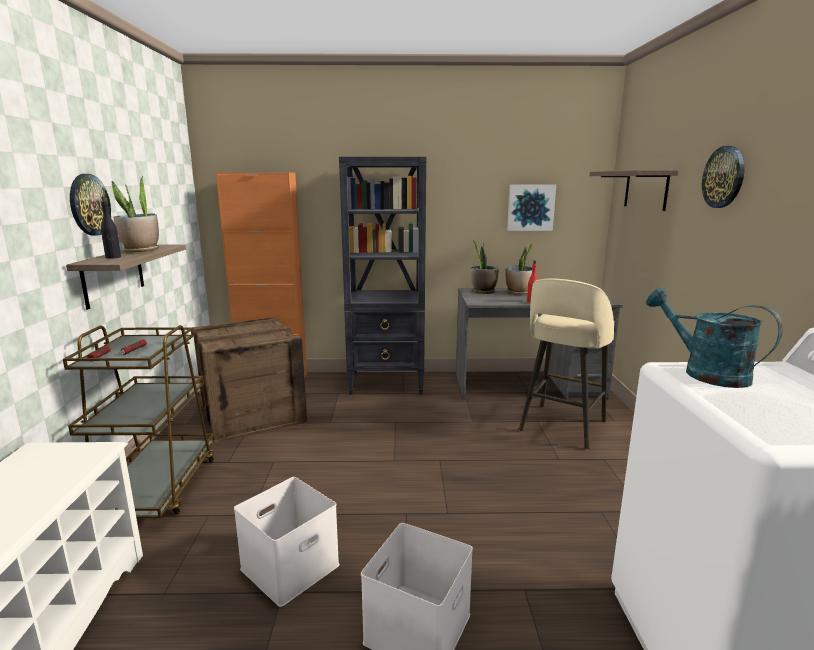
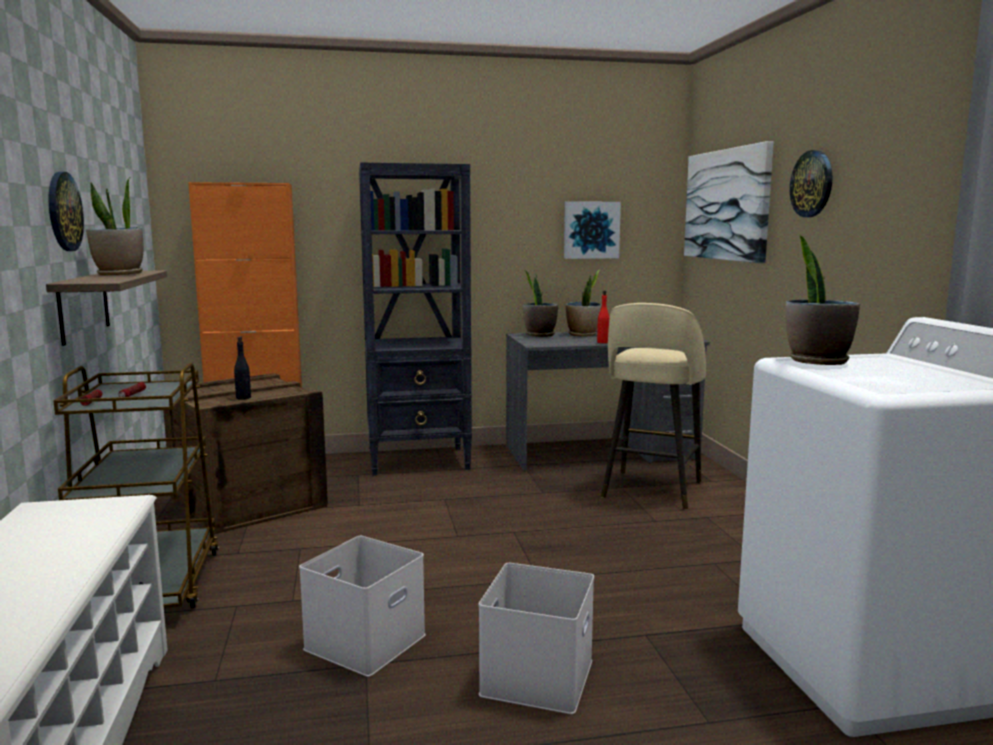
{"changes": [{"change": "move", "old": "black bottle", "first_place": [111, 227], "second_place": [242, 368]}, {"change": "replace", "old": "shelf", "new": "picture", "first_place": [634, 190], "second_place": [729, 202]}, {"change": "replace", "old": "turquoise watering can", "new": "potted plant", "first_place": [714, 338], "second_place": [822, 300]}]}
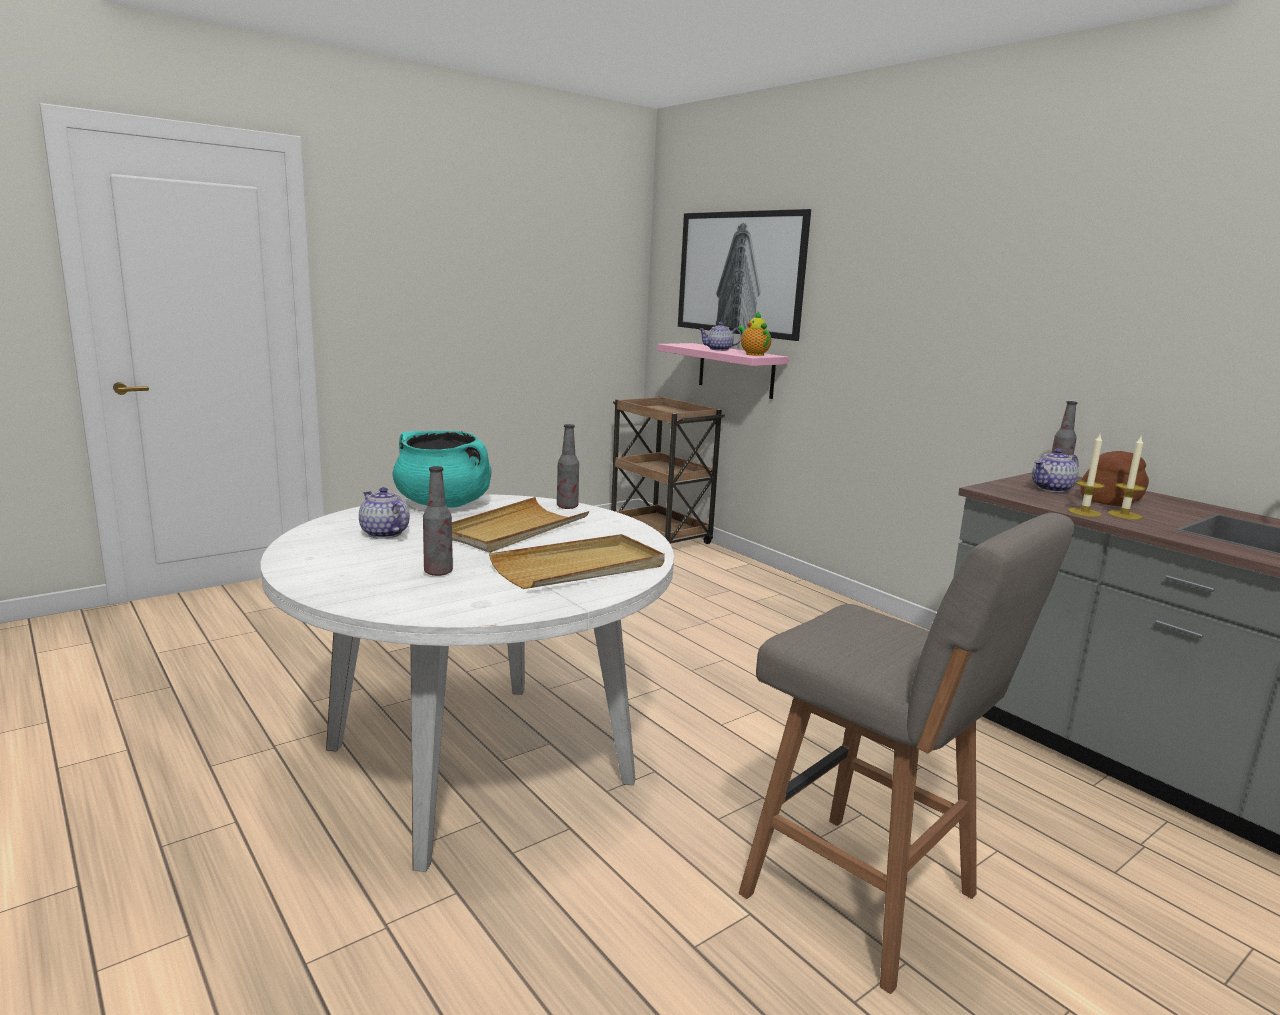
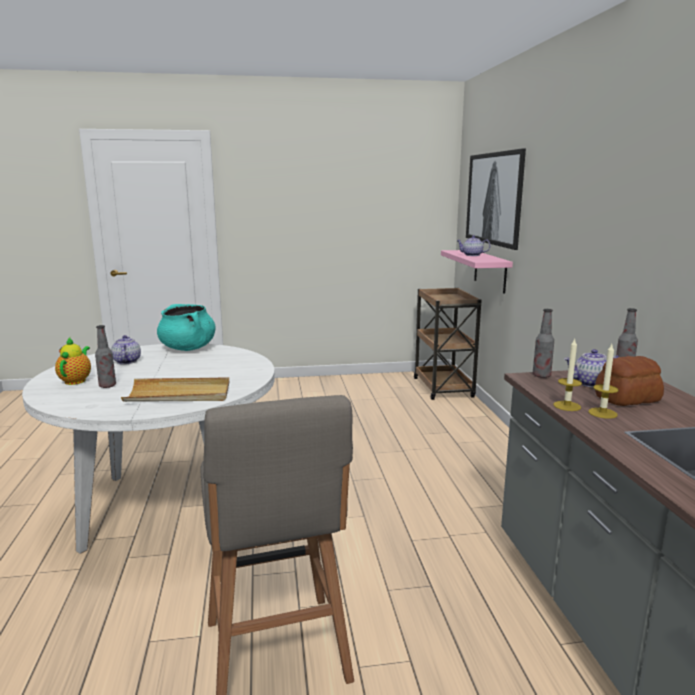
{"changes": [{"change": "move", "old": "teapot", "first_place": [754, 334], "second_place": [73, 361]}, {"change": "move", "old": "bottle", "first_place": [568, 466], "second_place": [543, 343]}, {"change": "delete", "old": "beige tray", "first_place": [520, 525]}]}
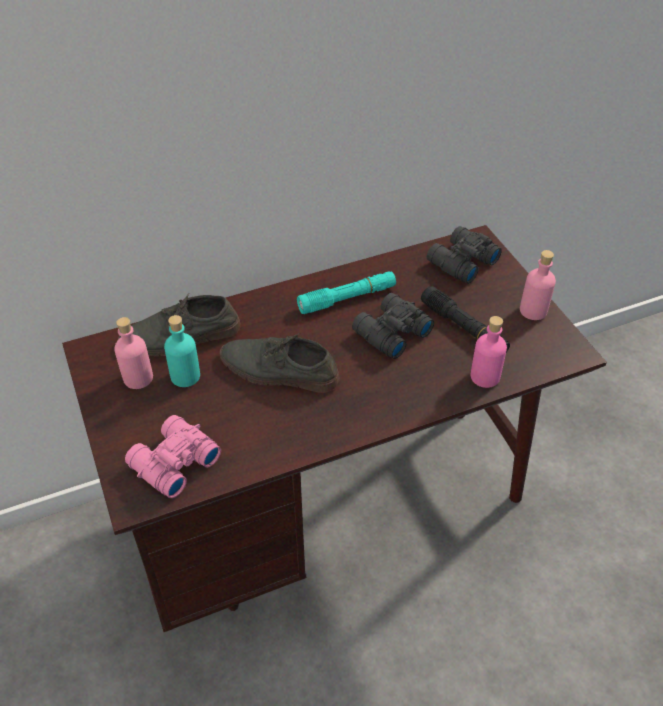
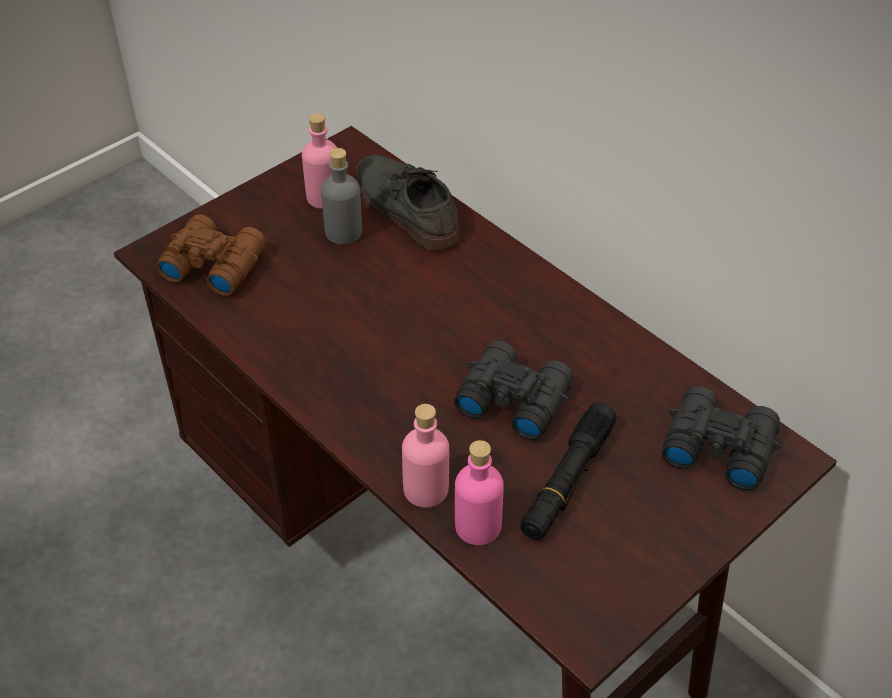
{"changes": [{"change": "recolor", "old": "pink binoculars", "new": "brown binoculars", "first_place": [173, 456], "second_place": [211, 255]}, {"change": "recolor", "old": "turquoise bottle", "new": "grey bottle", "first_place": [182, 351], "second_place": [341, 196]}, {"change": "move", "old": "pink bottle", "first_place": [538, 285], "second_place": [425, 456]}, {"change": "delete", "old": "grey shoe", "first_place": [280, 363]}, {"change": "delete", "old": "turquoise flashlight", "first_place": [346, 292]}]}
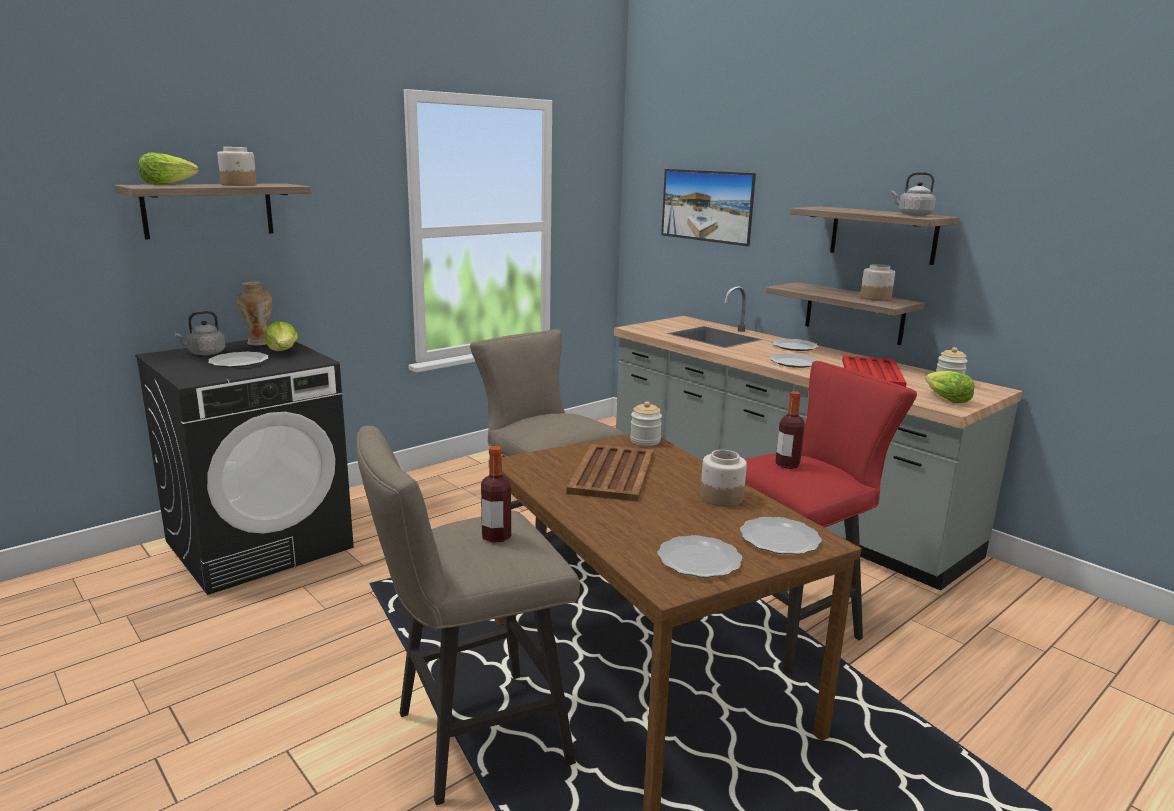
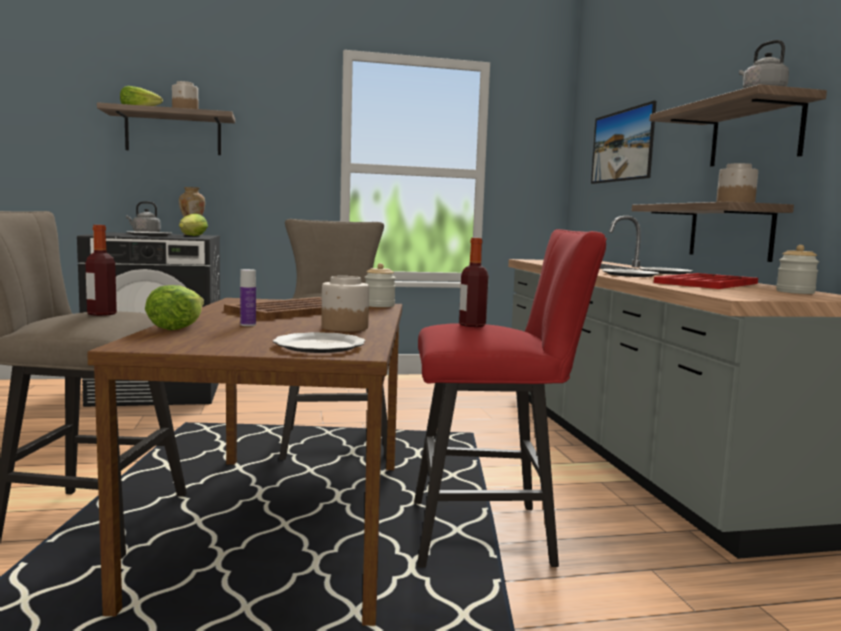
{"changes": [{"change": "move", "old": "lettuce", "first_place": [950, 387], "second_place": [174, 307]}, {"change": "insert", "new": "bottle", "second_place": [248, 297]}, {"change": "delete", "old": "plate", "first_place": [700, 556]}]}
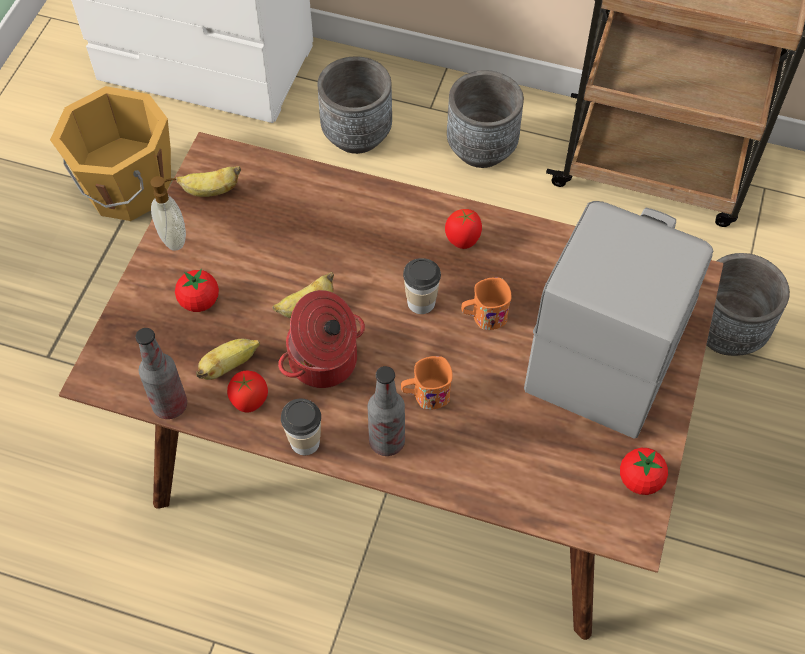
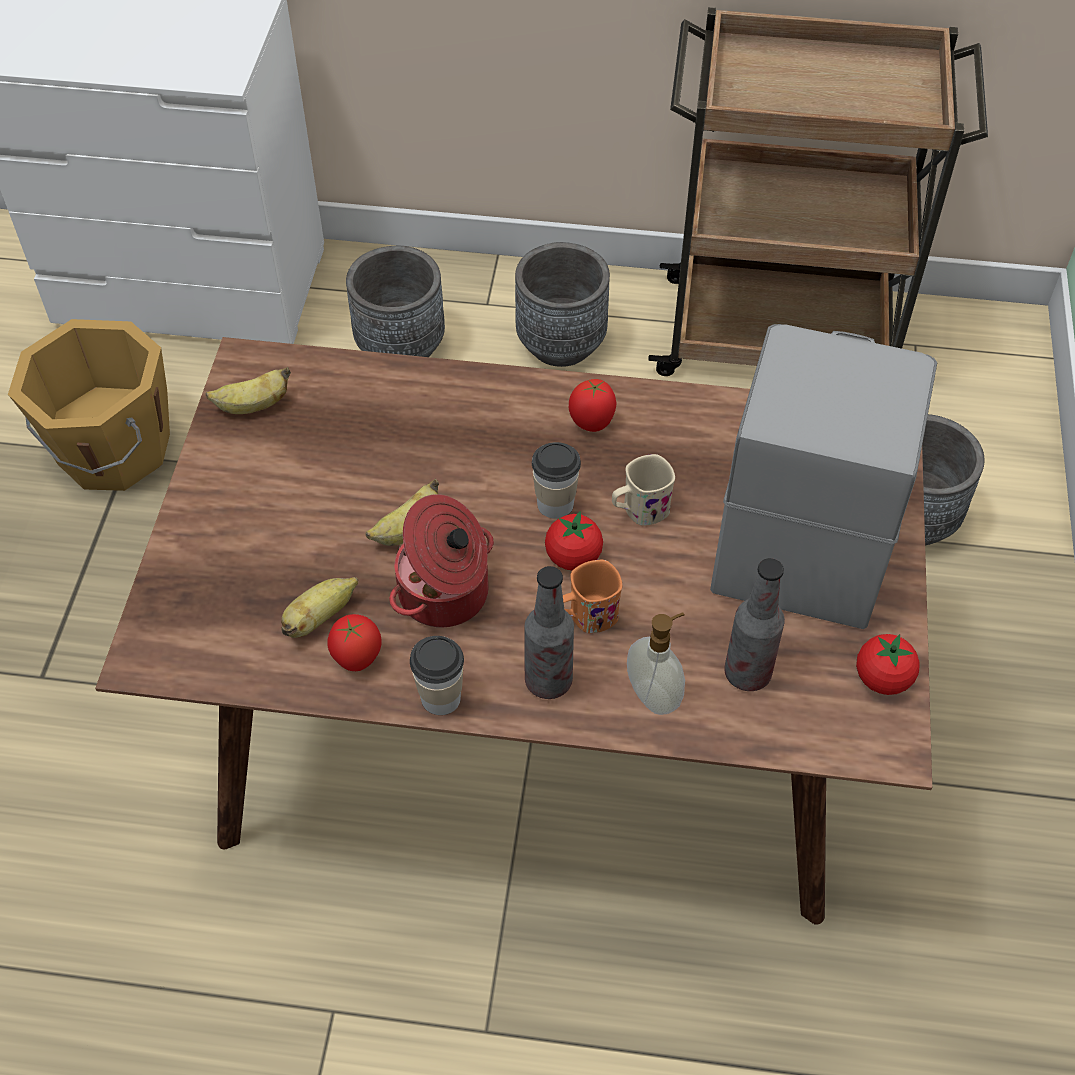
{"changes": [{"change": "move", "old": "tomato", "first_place": [197, 290], "second_place": [574, 540]}, {"change": "recolor", "old": "orange mug", "new": "beige mug", "first_place": [486, 303], "second_place": [643, 490]}, {"change": "move", "old": "soap dispenser", "first_place": [168, 213], "second_place": [656, 664]}, {"change": "move", "old": "bottle", "first_place": [161, 373], "second_place": [754, 624]}]}
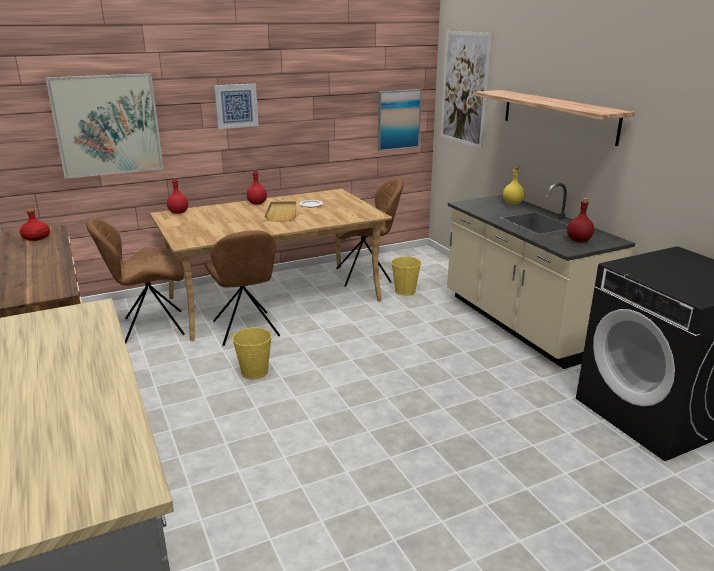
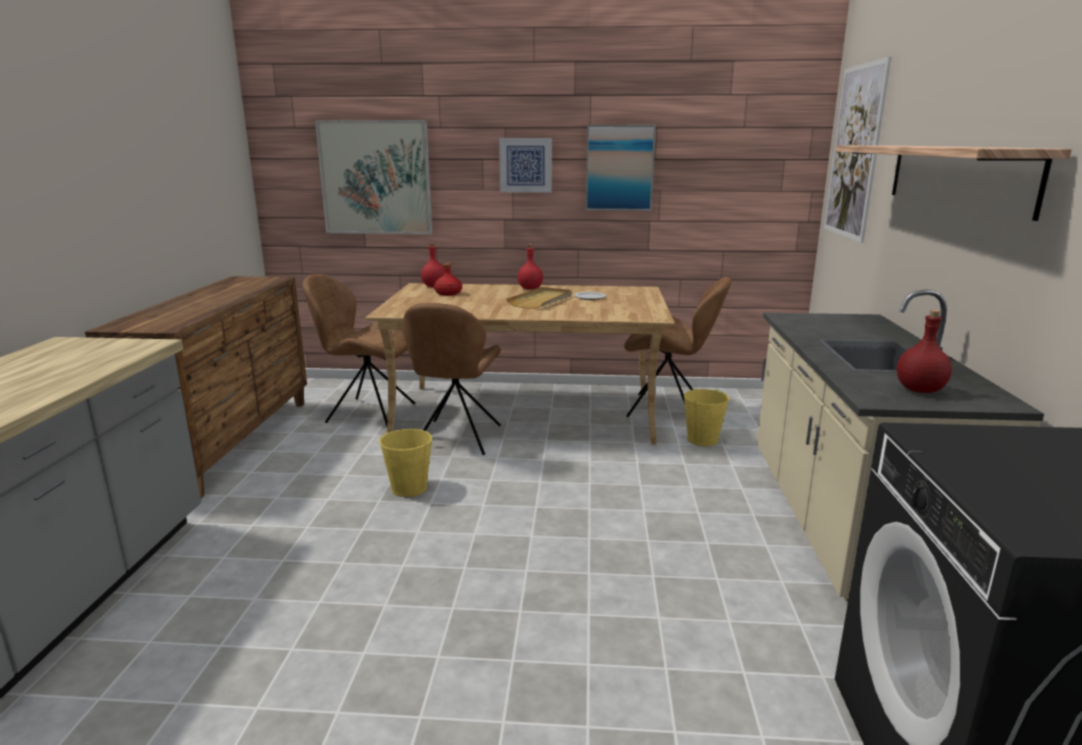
{"changes": [{"change": "move", "old": "red bottle", "first_place": [35, 225], "second_place": [448, 279]}, {"change": "move", "old": "picture", "first_place": [400, 120], "second_place": [620, 168]}, {"change": "delete", "old": "yellow bottle", "first_place": [514, 186]}]}
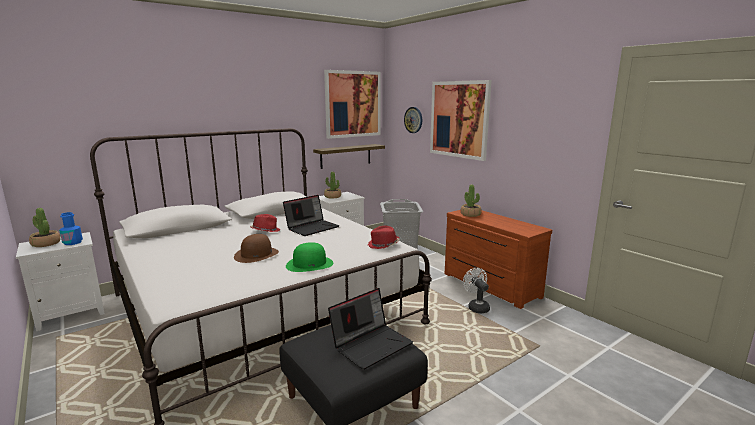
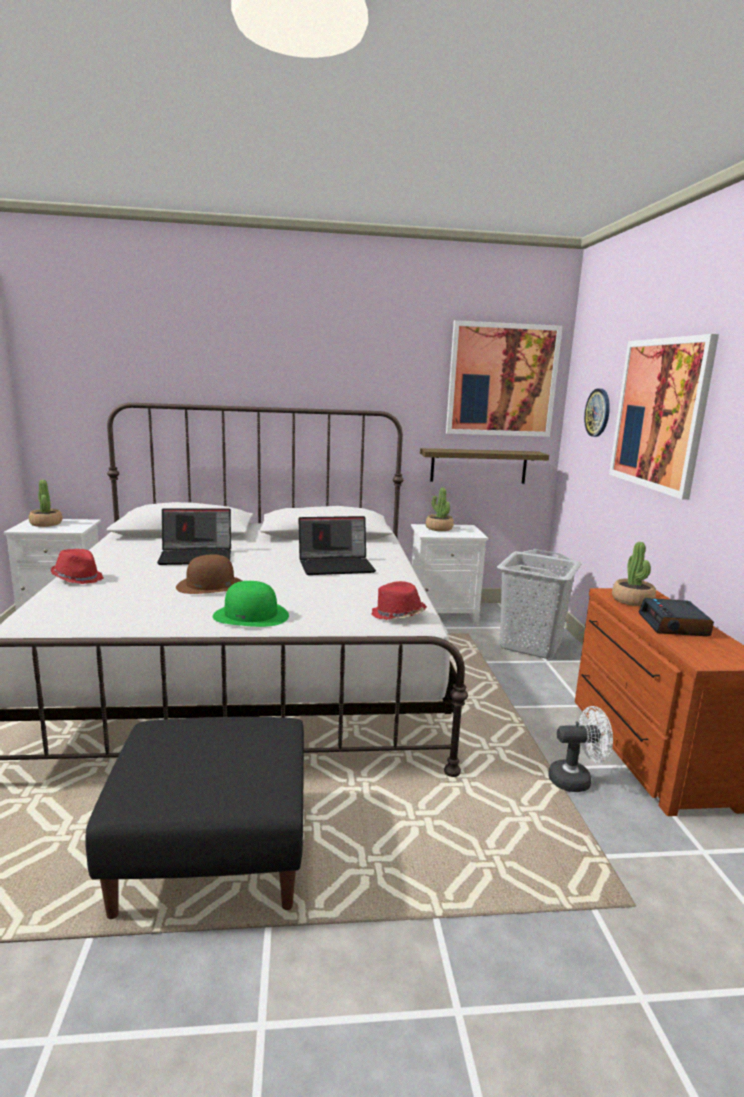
{"changes": [{"change": "move", "old": "red hat", "first_place": [265, 223], "second_place": [77, 566]}, {"change": "move", "old": "laptop", "first_place": [370, 329], "second_place": [194, 536]}, {"change": "rotate", "old": "white fan", "first_place": [476, 291], "second_place": [580, 749], "degrees": 75}, {"change": "insert", "new": "alarm clock", "second_place": [676, 617]}, {"change": "delete", "old": "blue bottle", "first_place": [71, 228]}]}
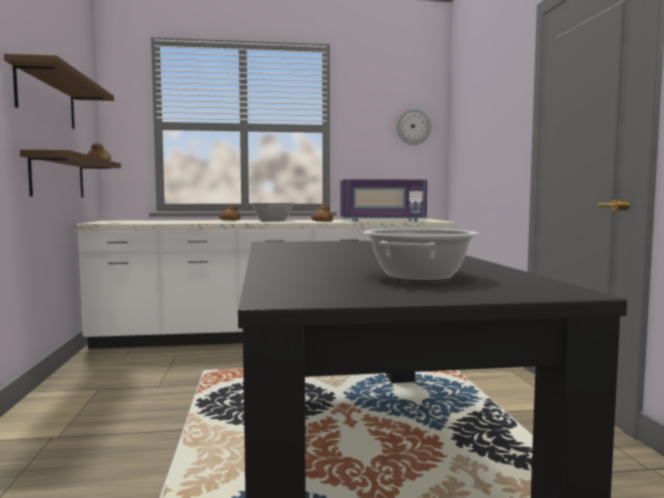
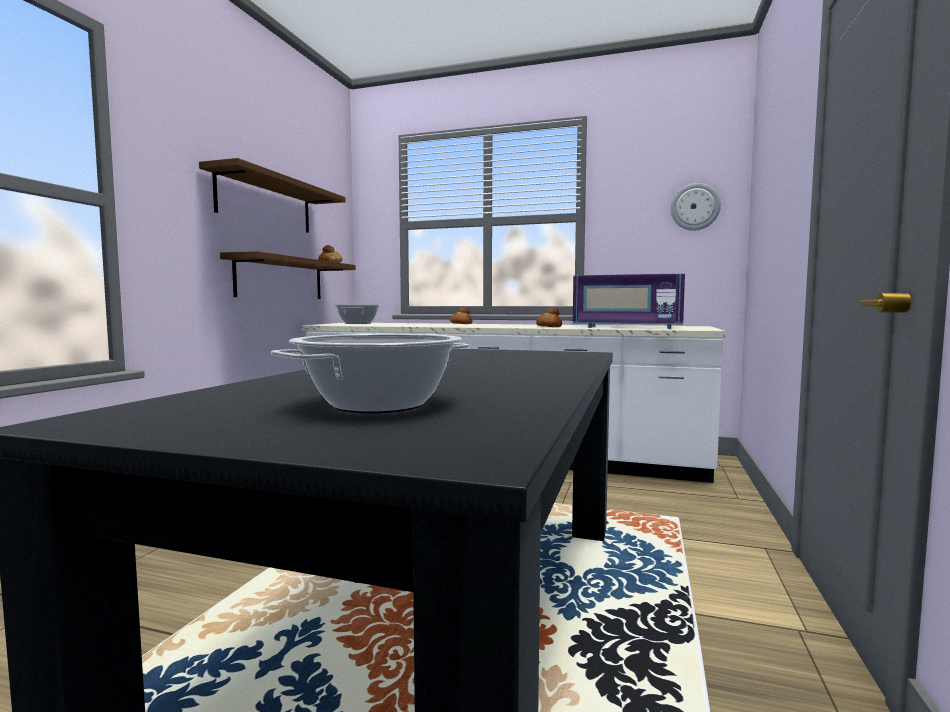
{"changes": [{"change": "move", "old": "cooking pot", "first_place": [272, 212], "second_place": [357, 314]}]}
